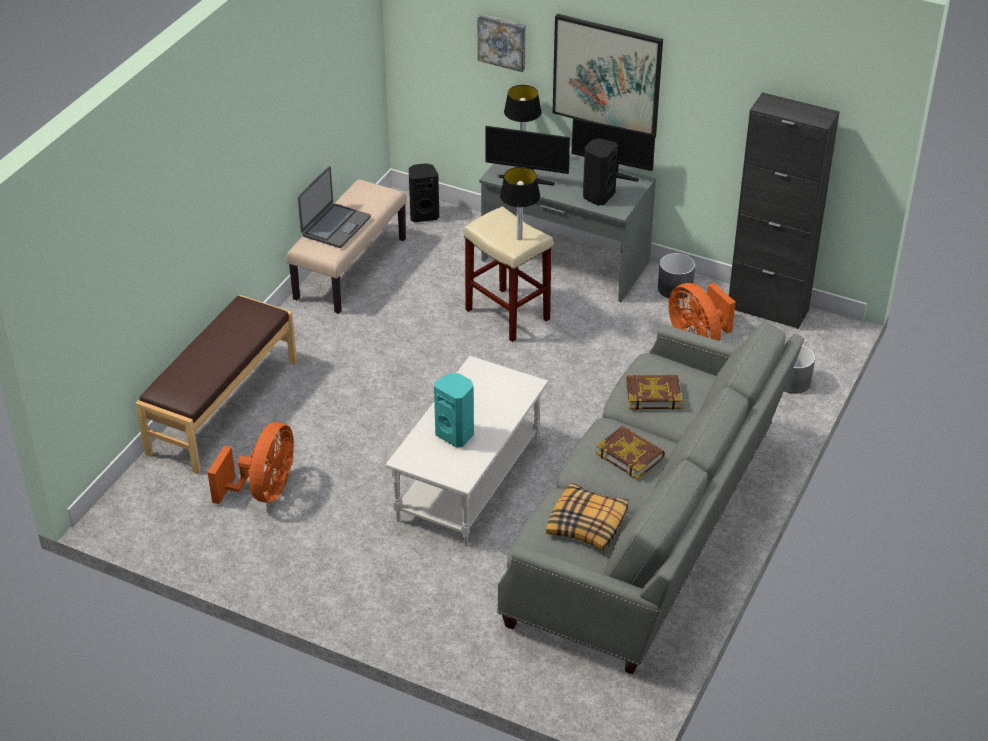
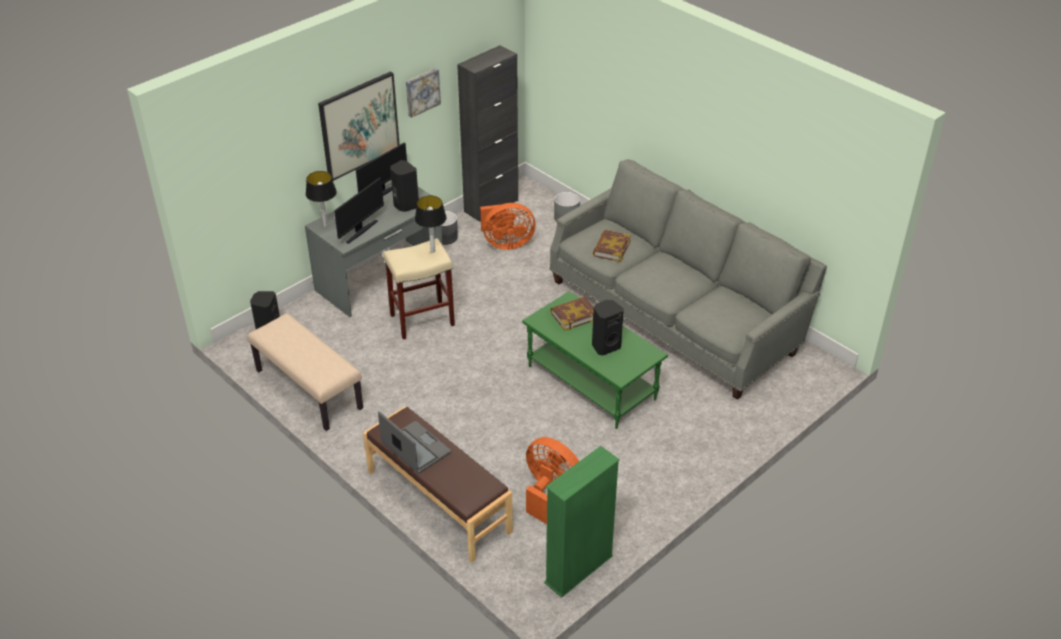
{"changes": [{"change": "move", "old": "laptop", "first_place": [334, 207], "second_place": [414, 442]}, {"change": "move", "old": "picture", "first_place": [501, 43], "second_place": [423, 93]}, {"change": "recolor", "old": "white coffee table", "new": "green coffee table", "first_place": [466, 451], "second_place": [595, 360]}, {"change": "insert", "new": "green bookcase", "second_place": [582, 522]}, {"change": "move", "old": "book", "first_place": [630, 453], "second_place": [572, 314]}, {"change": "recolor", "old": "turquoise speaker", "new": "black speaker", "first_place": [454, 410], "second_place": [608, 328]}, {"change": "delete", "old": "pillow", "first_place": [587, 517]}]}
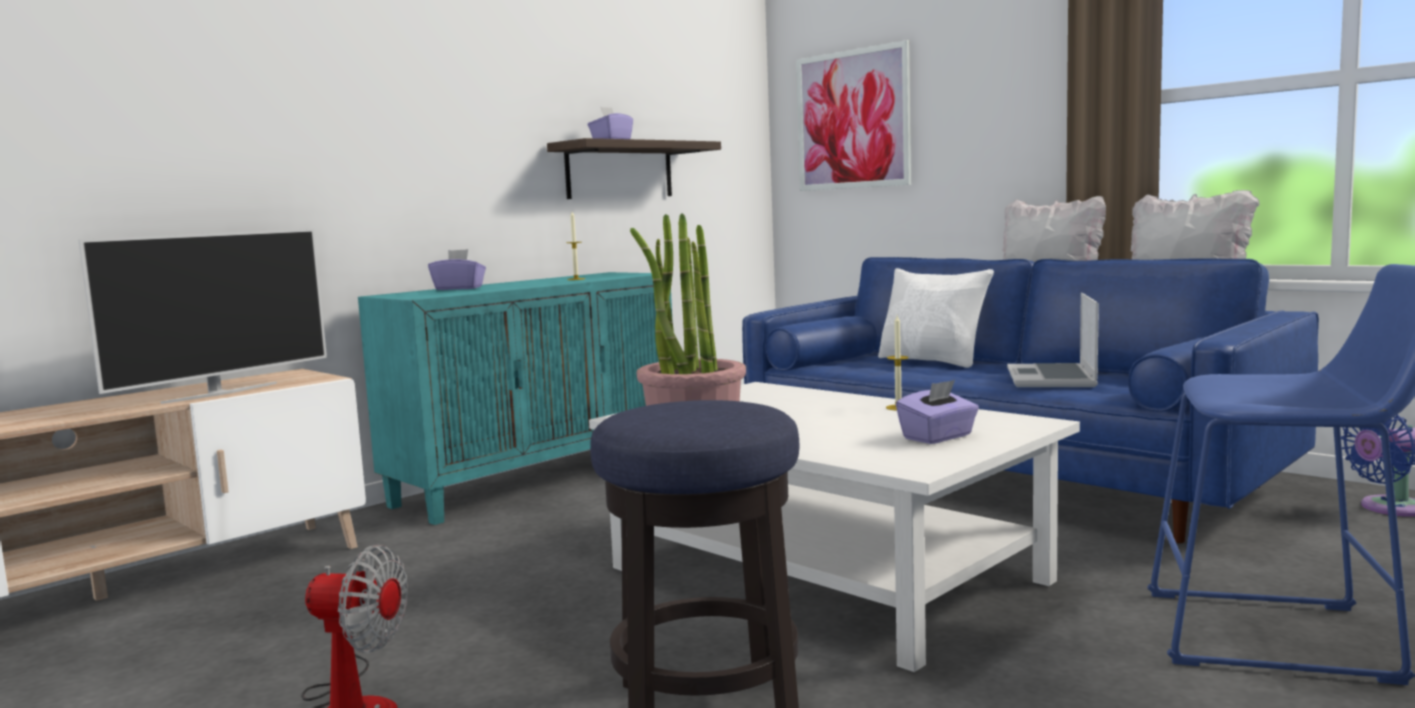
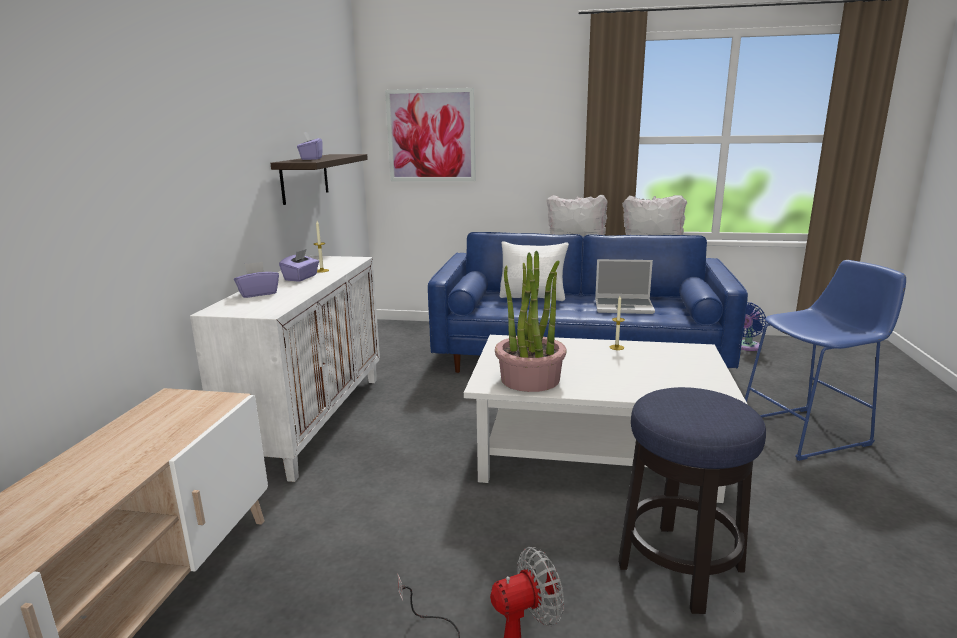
{"changes": [{"change": "recolor", "old": "turquoise cabinet", "new": "white cabinet", "first_place": [515, 398], "second_place": [285, 369]}, {"change": "move", "old": "purple tissue box", "first_place": [937, 412], "second_place": [299, 265]}, {"change": "rotate", "old": "laptop", "first_place": [1053, 340], "second_place": [625, 286], "degrees": -60}, {"change": "delete", "old": "television", "first_place": [202, 316]}]}
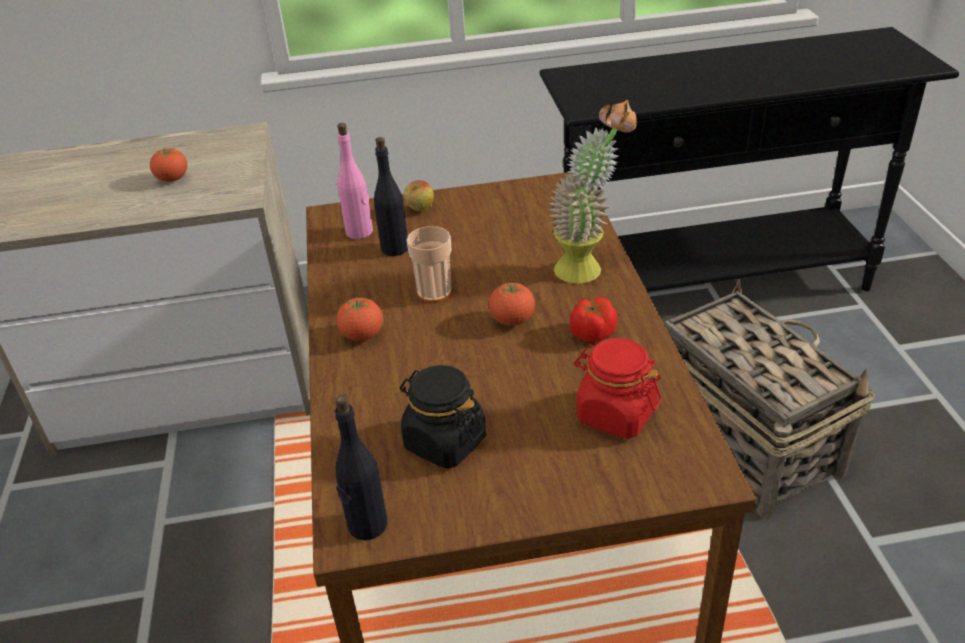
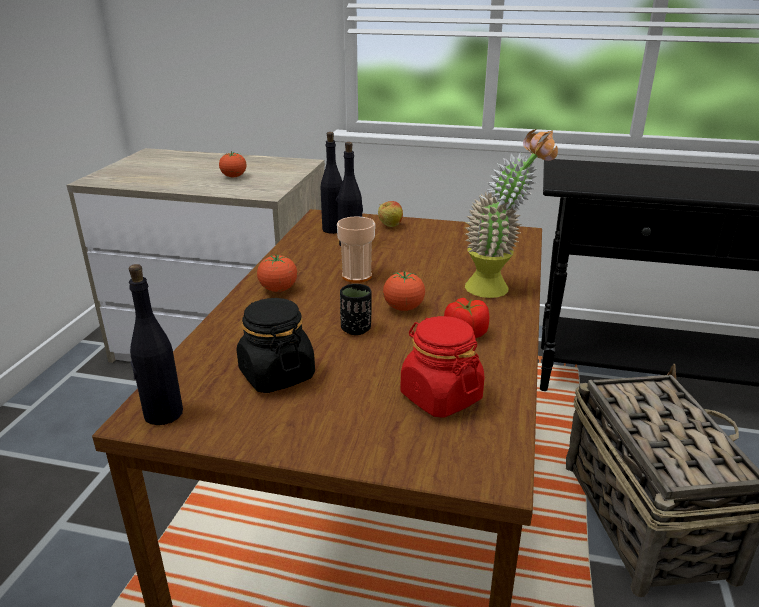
{"changes": [{"change": "recolor", "old": "pink bottle", "new": "black bottle", "first_place": [355, 181], "second_place": [332, 183]}, {"change": "insert", "new": "black cup", "second_place": [355, 309]}]}
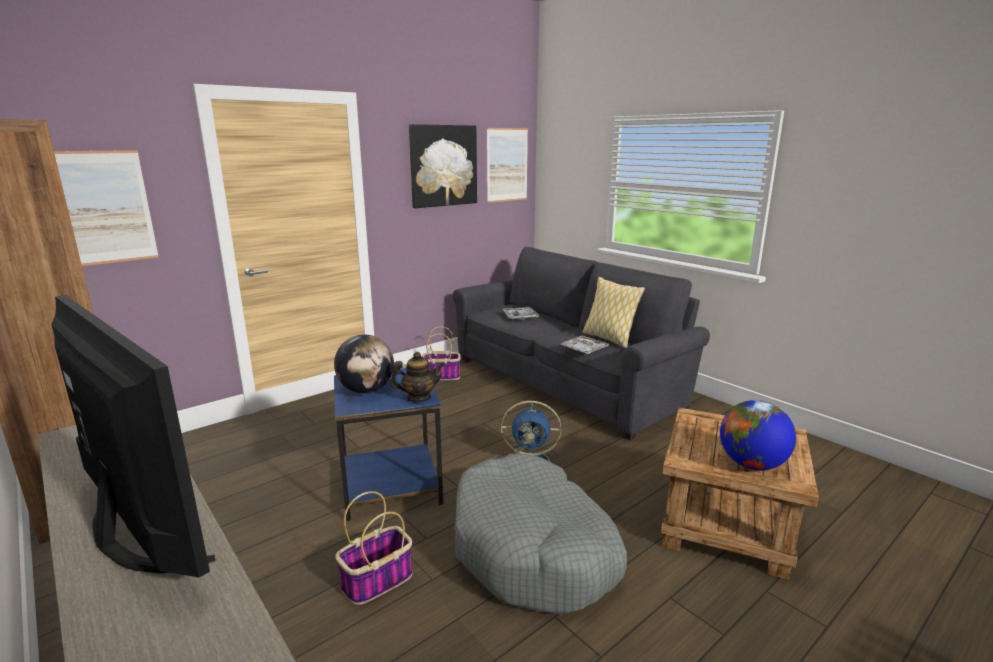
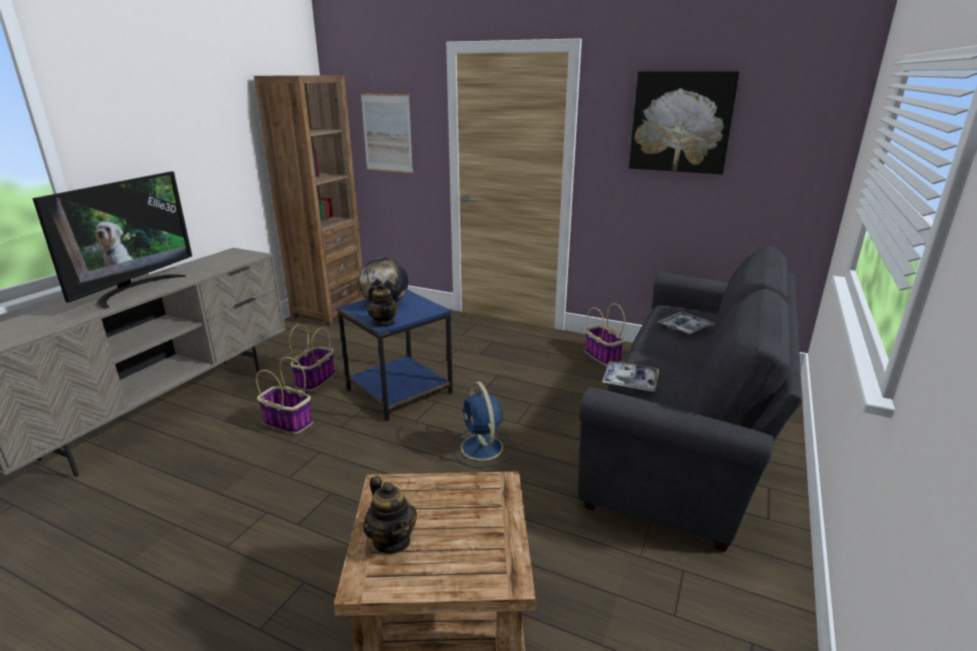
{"changes": [{"change": "insert", "new": "basket", "second_place": [312, 357]}, {"change": "replace", "old": "globe", "new": "teapot", "first_place": [758, 435], "second_place": [390, 515]}, {"change": "delete", "old": "grey dog bed", "first_place": [541, 534]}, {"change": "delete", "old": "picture", "first_place": [507, 165]}, {"change": "delete", "old": "pillow", "first_place": [614, 312]}]}
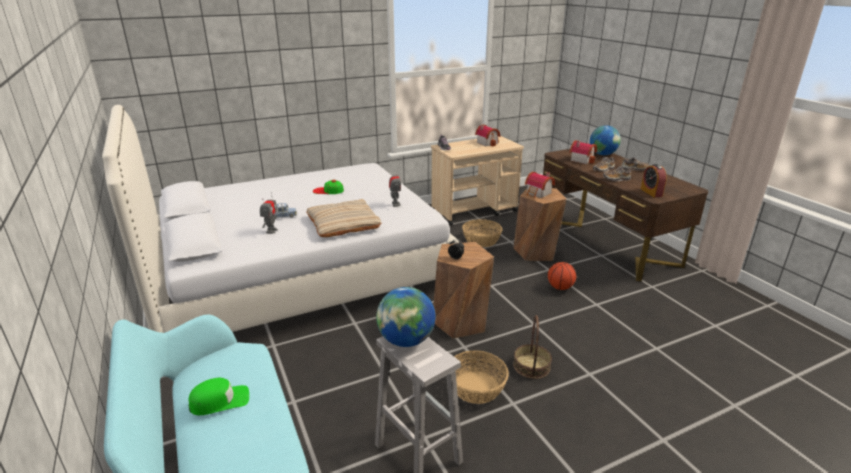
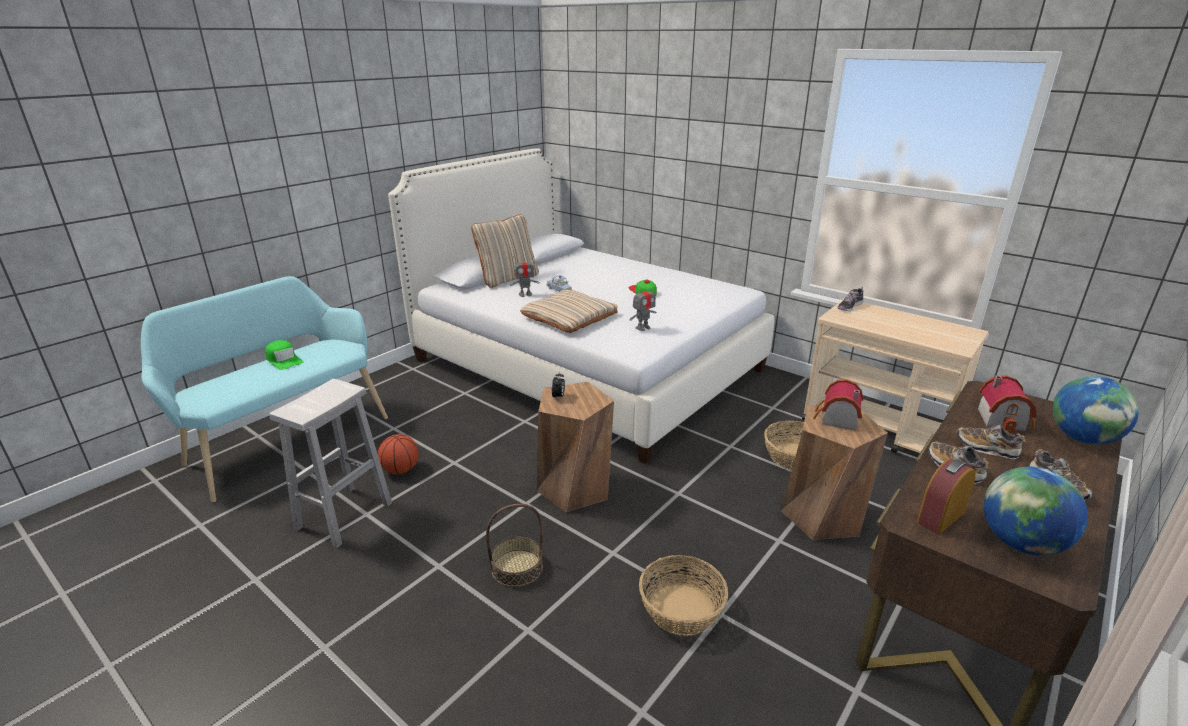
{"changes": [{"change": "move", "old": "basketball", "first_place": [562, 276], "second_place": [398, 454]}, {"change": "insert", "new": "beige pillow", "second_place": [505, 251]}, {"change": "move", "old": "basket", "first_place": [481, 377], "second_place": [683, 595]}, {"change": "move", "old": "globe", "first_place": [405, 317], "second_place": [1035, 511]}, {"change": "delete", "old": "toy house", "first_place": [487, 135]}]}
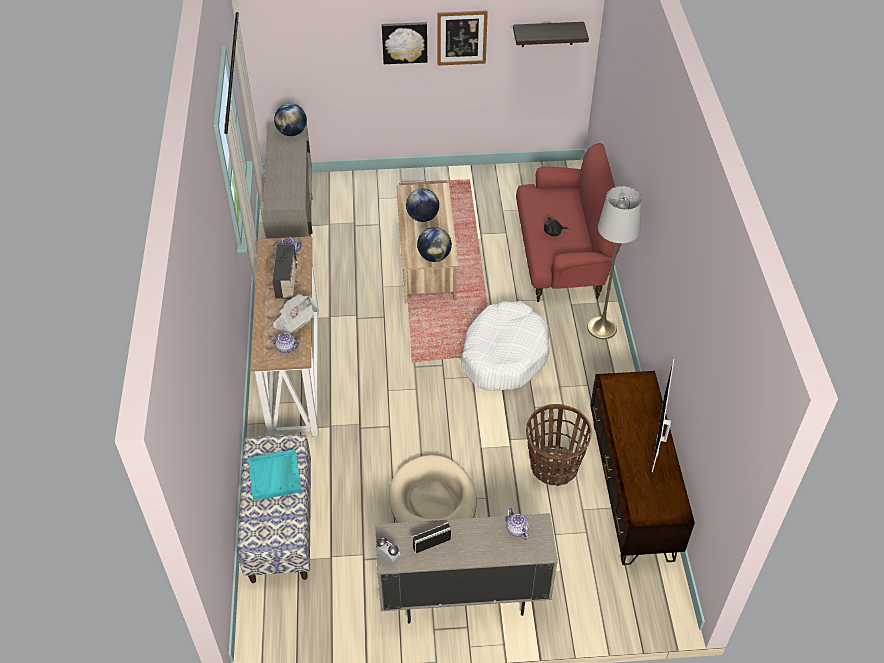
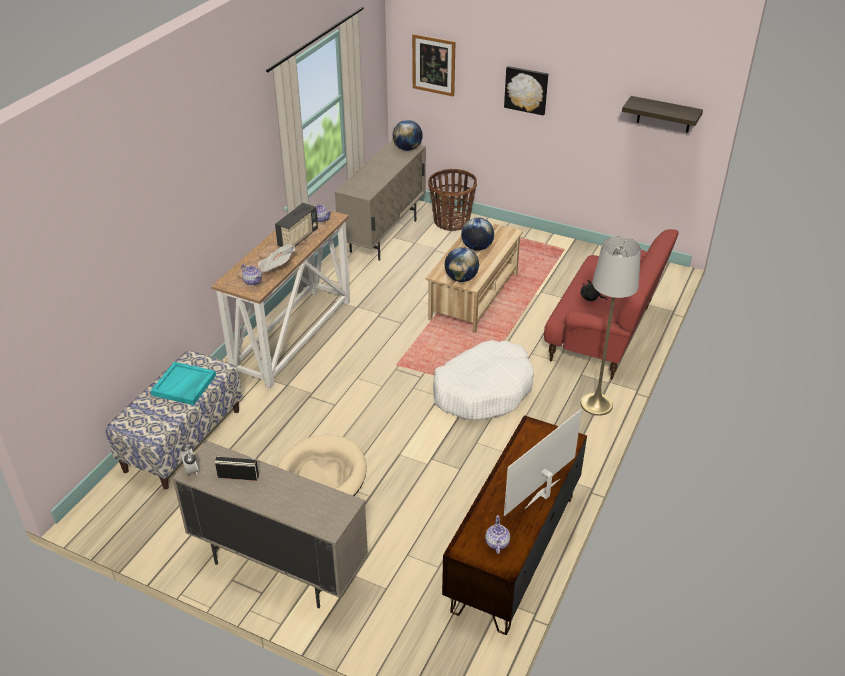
{"changes": [{"change": "move", "old": "picture", "first_place": [462, 38], "second_place": [433, 65]}, {"change": "move", "old": "basket", "first_place": [559, 445], "second_place": [452, 200]}, {"change": "move", "old": "teapot", "first_place": [517, 523], "second_place": [497, 534]}]}
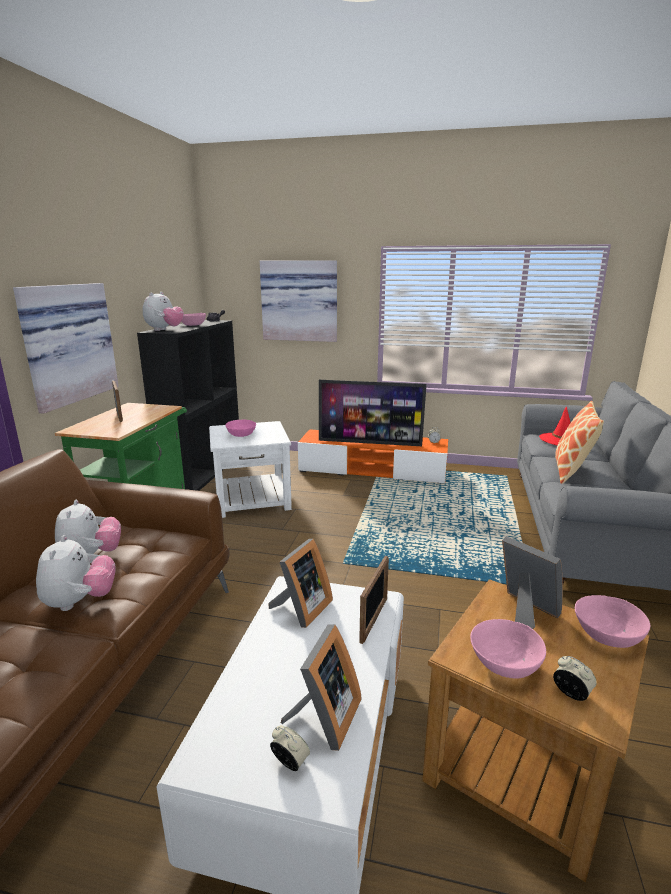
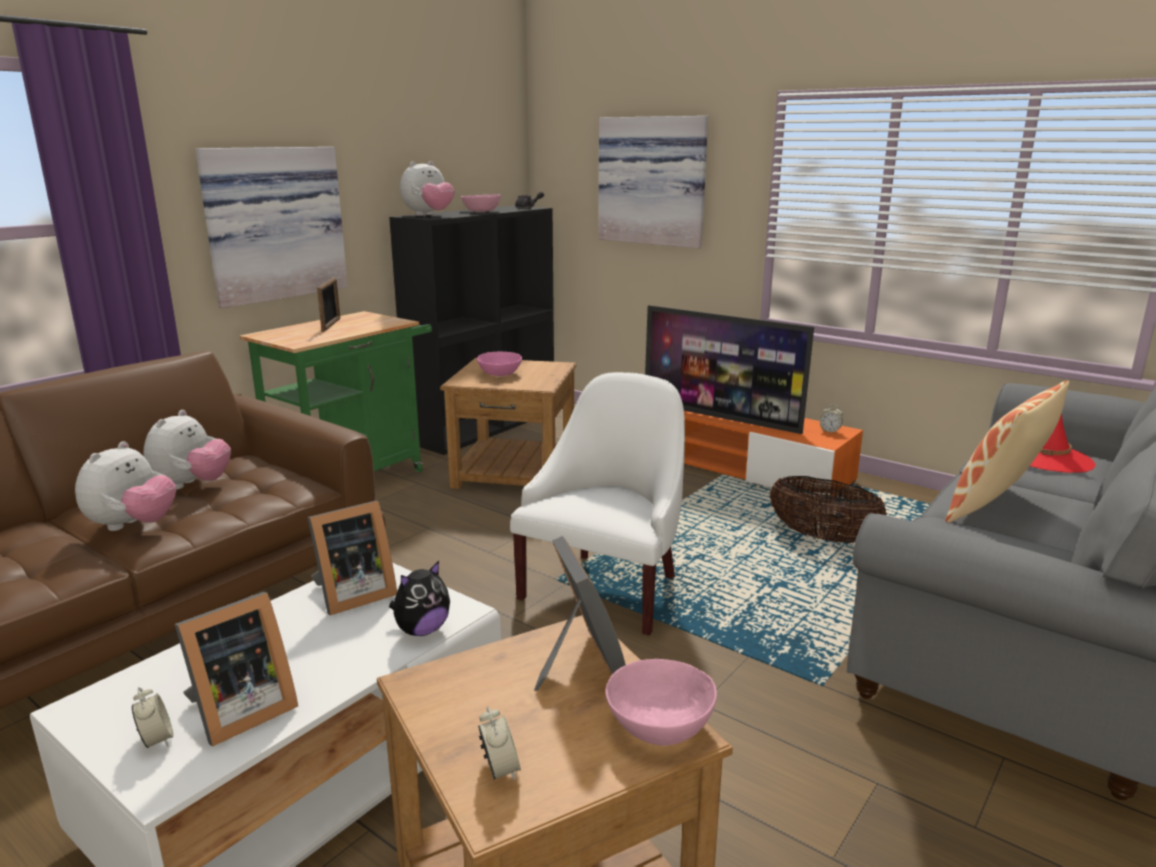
{"changes": [{"change": "replace", "old": "picture frame", "new": "plush toy", "first_place": [374, 600], "second_place": [419, 598]}, {"change": "recolor", "old": "white side table", "new": "brown side table", "first_place": [250, 469], "second_place": [508, 423]}, {"change": "insert", "new": "white armchair", "second_place": [597, 503]}, {"change": "insert", "new": "basket", "second_place": [828, 509]}, {"change": "delete", "old": "pink bowl", "first_place": [508, 649]}]}
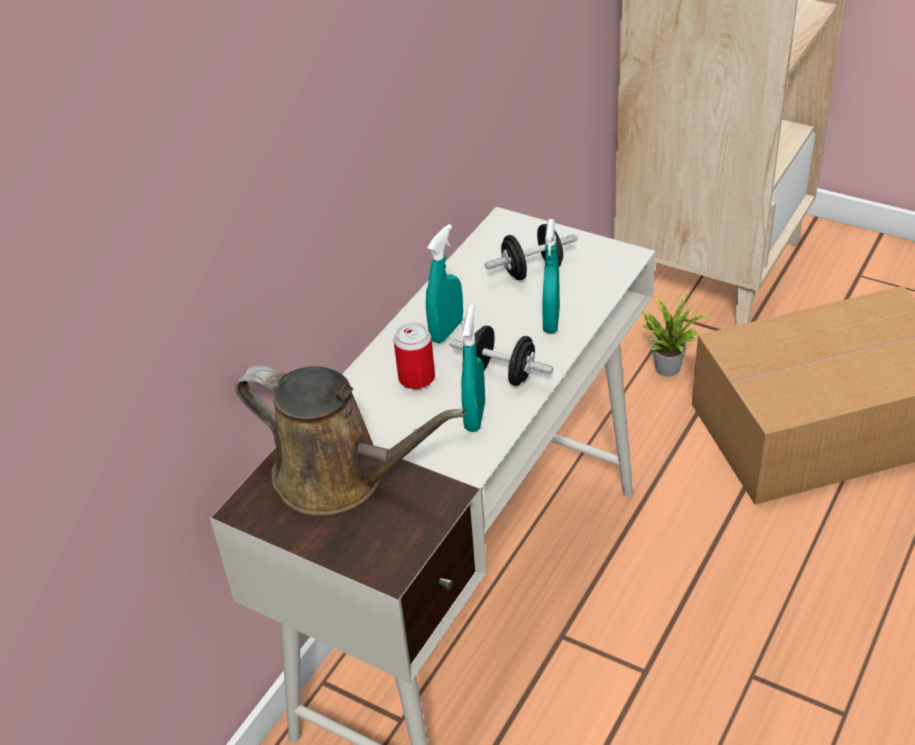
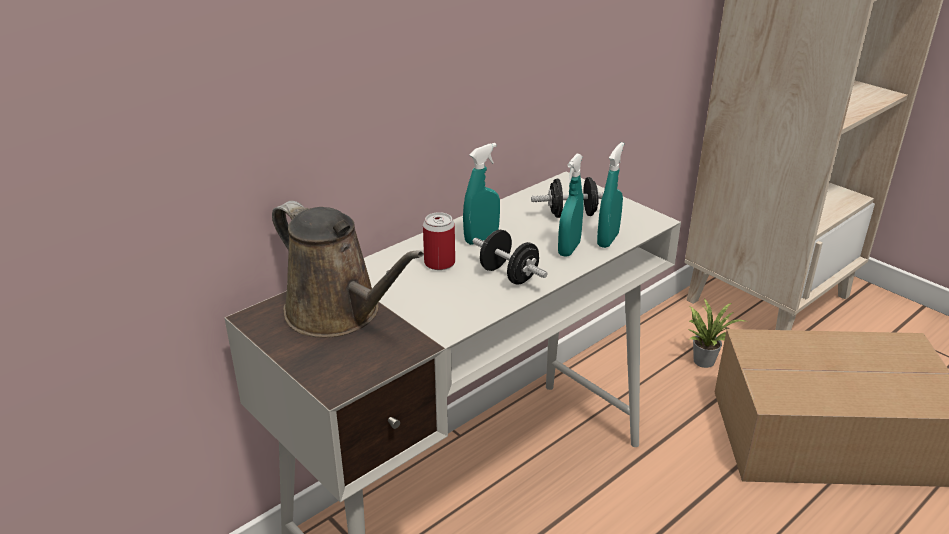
{"changes": [{"change": "move", "old": "turquoise spray bottle", "first_place": [473, 368], "second_place": [610, 195]}]}
